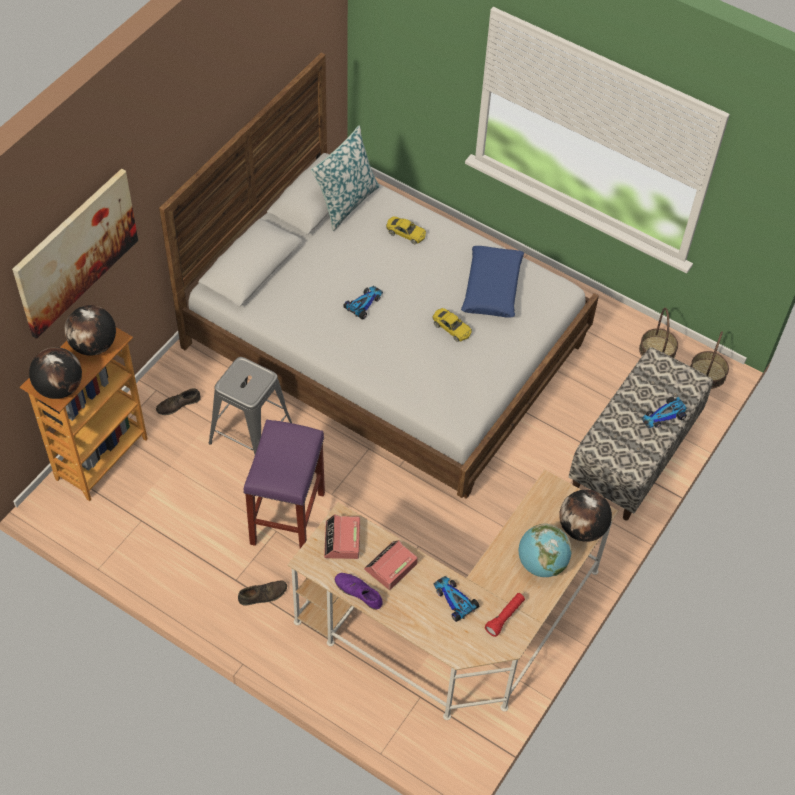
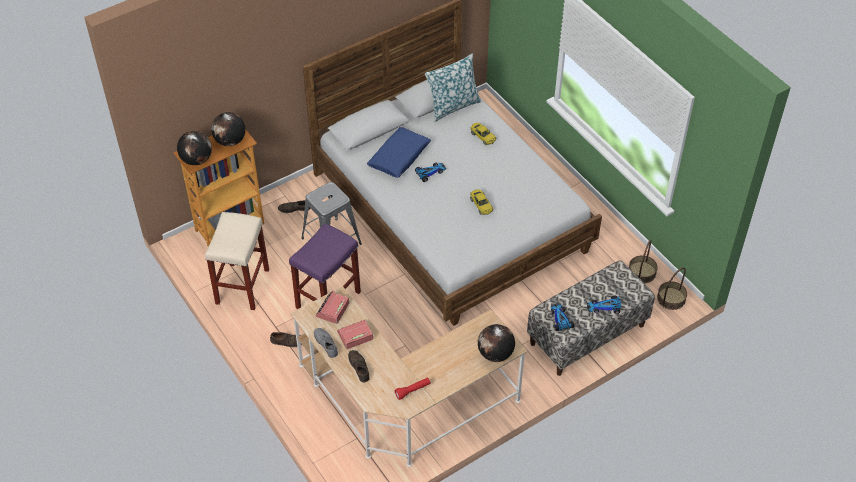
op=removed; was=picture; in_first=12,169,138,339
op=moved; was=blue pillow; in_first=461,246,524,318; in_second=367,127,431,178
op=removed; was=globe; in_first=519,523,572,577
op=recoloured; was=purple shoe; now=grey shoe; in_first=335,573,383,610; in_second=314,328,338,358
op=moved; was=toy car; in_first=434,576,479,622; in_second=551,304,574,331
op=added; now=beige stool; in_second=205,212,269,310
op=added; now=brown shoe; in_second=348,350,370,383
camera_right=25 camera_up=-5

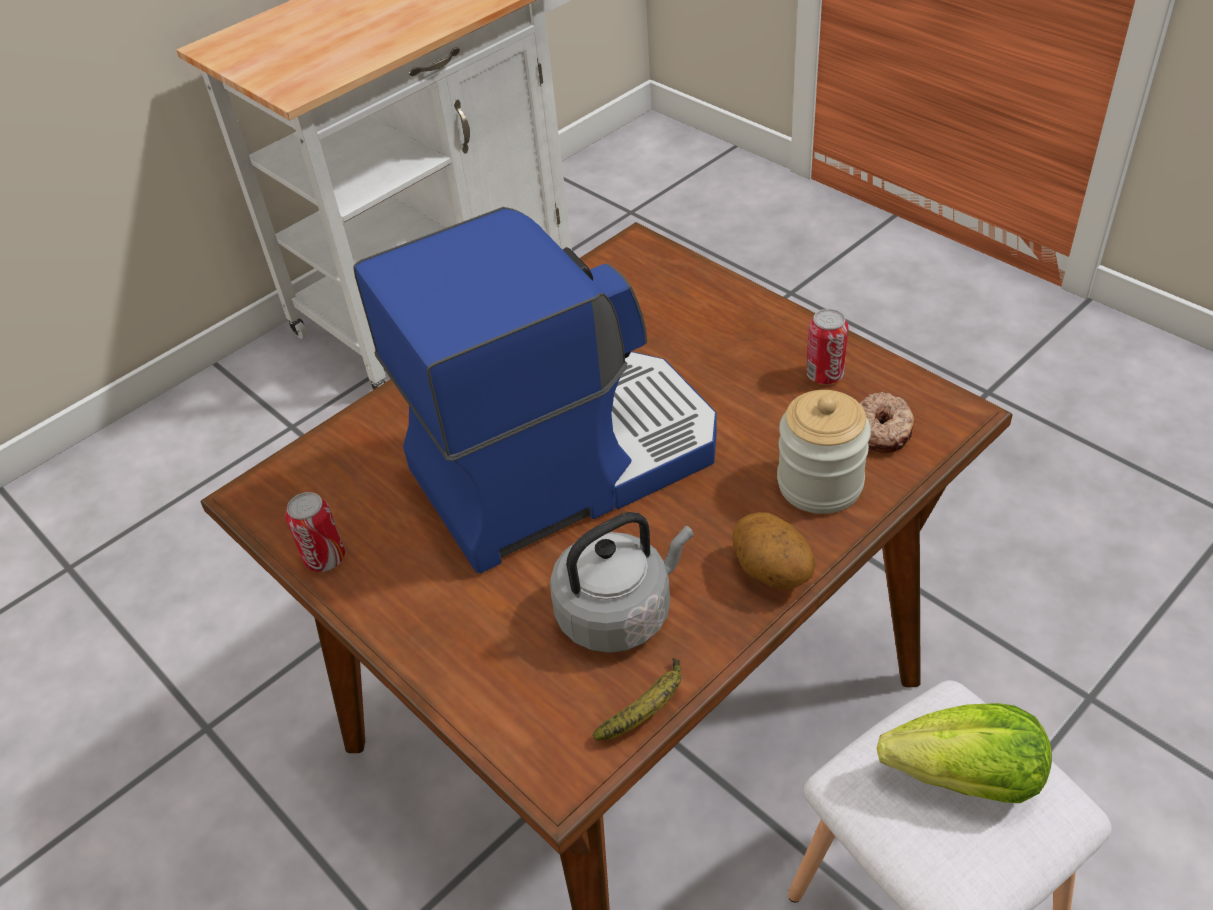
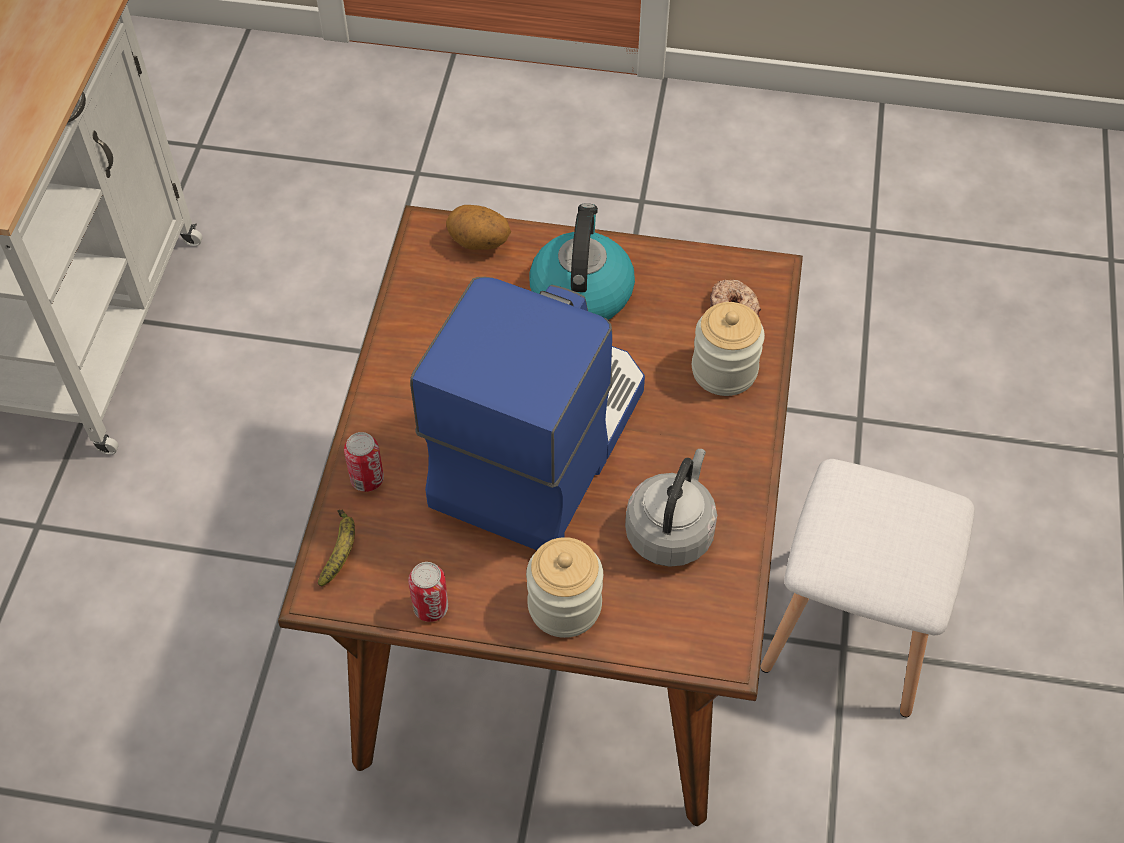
op=moved; was=can; in_first=806,309,849,384; in_second=344,432,384,492
op=moved; was=potato; in_first=732,512,816,590; in_second=446,205,511,250
op=moved; was=banana; in_first=593,658,682,741; in_second=318,510,355,586
op=removed; was=lettuce; in_first=877,703,1052,803
op=added; now=kettle; in_second=529,203,635,320
op=added; now=jar; in_second=526,537,603,638
camera_right=-40 camera_up=10

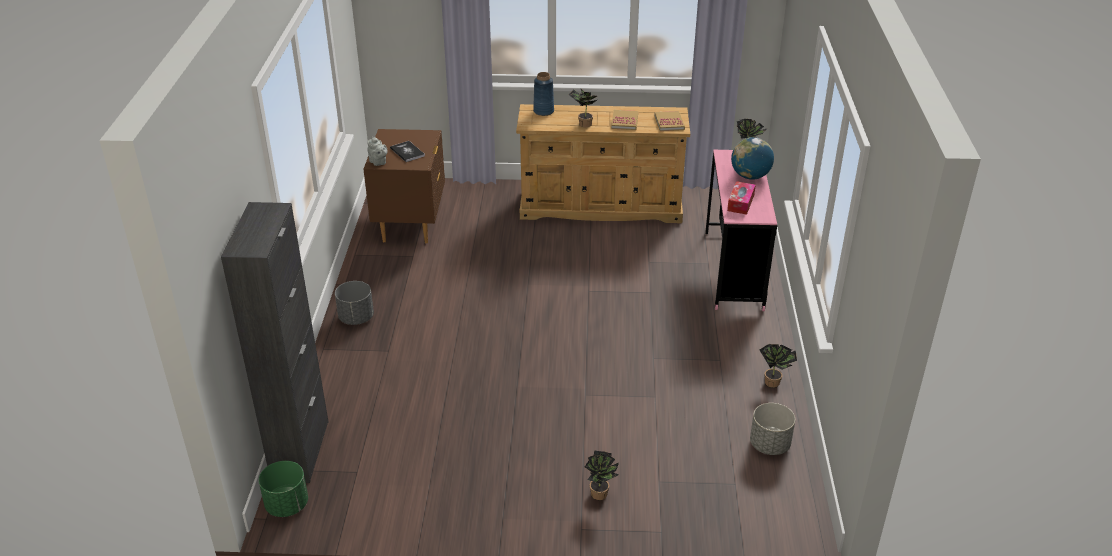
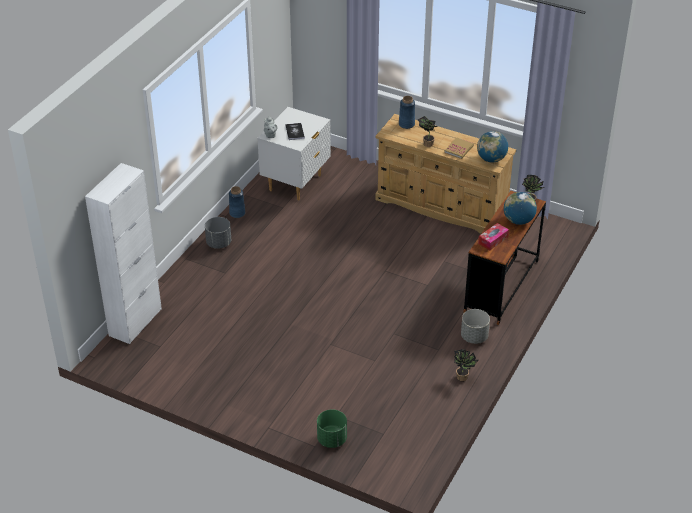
op=replaced; was=book; now=globe; in_first=654,111,685,131; in_second=477,131,508,163
op=recoloured; was=brown nightstand; now=white nightstand; in_first=363,129,445,243; in_second=258,107,331,200
op=recoloured; was=pink desk; now=brown desk; in_first=705,150,777,311; in_second=463,191,546,325
op=recoloured; was=black cabinet; now=white cabinet; in_first=221,202,328,483; in_second=85,163,162,344
op=moved; was=grey planter; in_first=750,403,795,455; in_second=461,309,490,344
op=removed; was=potted plant; in_first=585,450,619,500
op=moved; was=green planter; in_first=259,461,308,517; in_second=317,409,347,448
op=added; now=blue vase; in_second=229,186,245,218
camera_right=25 camera_up=5

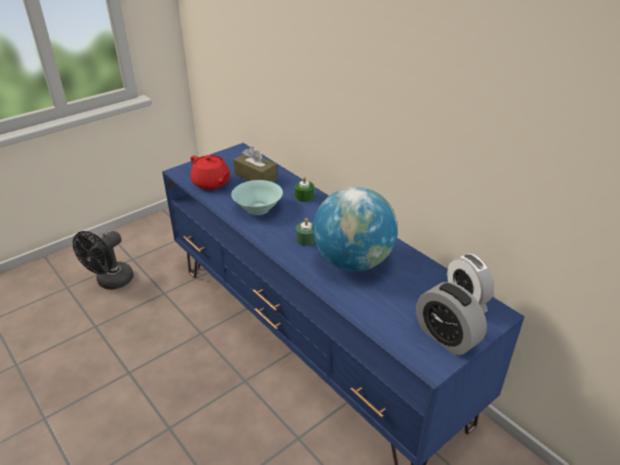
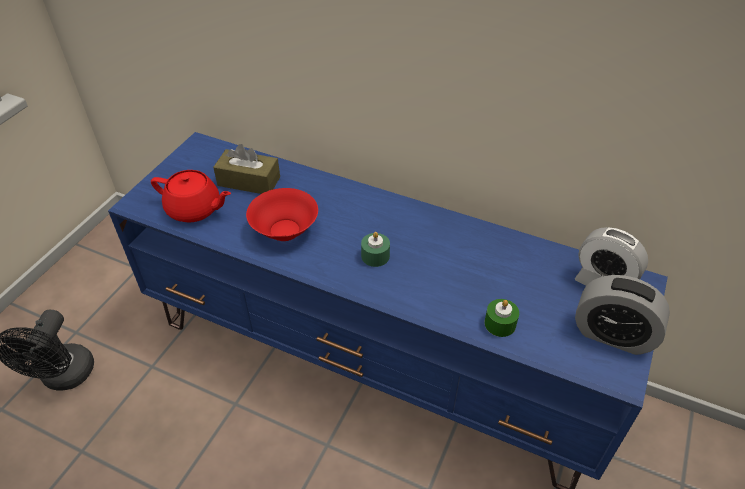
op=moved; was=green candle; in_first=295,177,314,202; in_second=484,299,519,337
op=recoloured; was=turquoise bowl; now=red bowl; in_first=231,180,283,215; in_second=246,188,318,241
op=removed; was=globe; in_first=313,187,398,271
camera_right=-25 camera_up=10

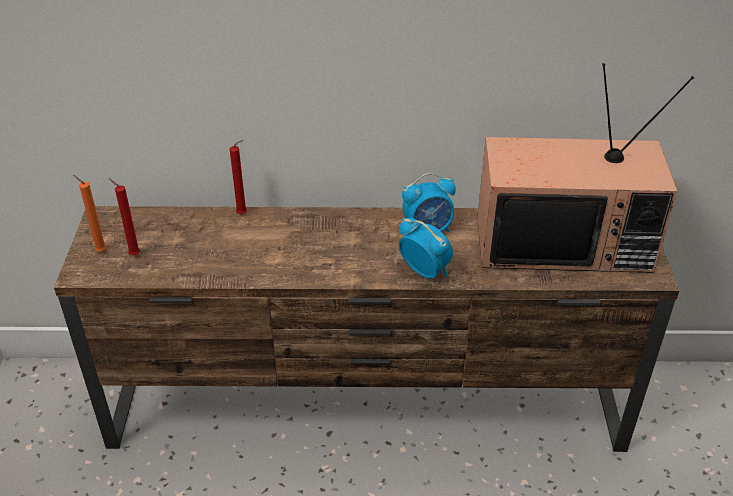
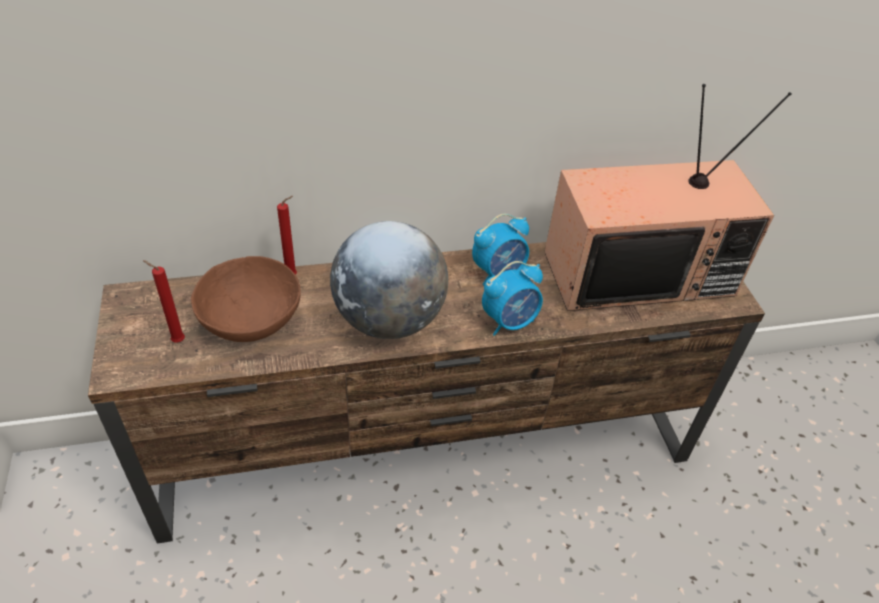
op=removed; was=orange candle; in_first=73,175,107,252
op=turned; was=alarm clock; in_first=399,218,453,279; in_second=482,261,543,336; clockwise=120
op=added; now=globe; in_second=330,221,448,339
op=added; now=brown bowl; in_second=191,256,301,342
camera_right=-15 camera_up=5

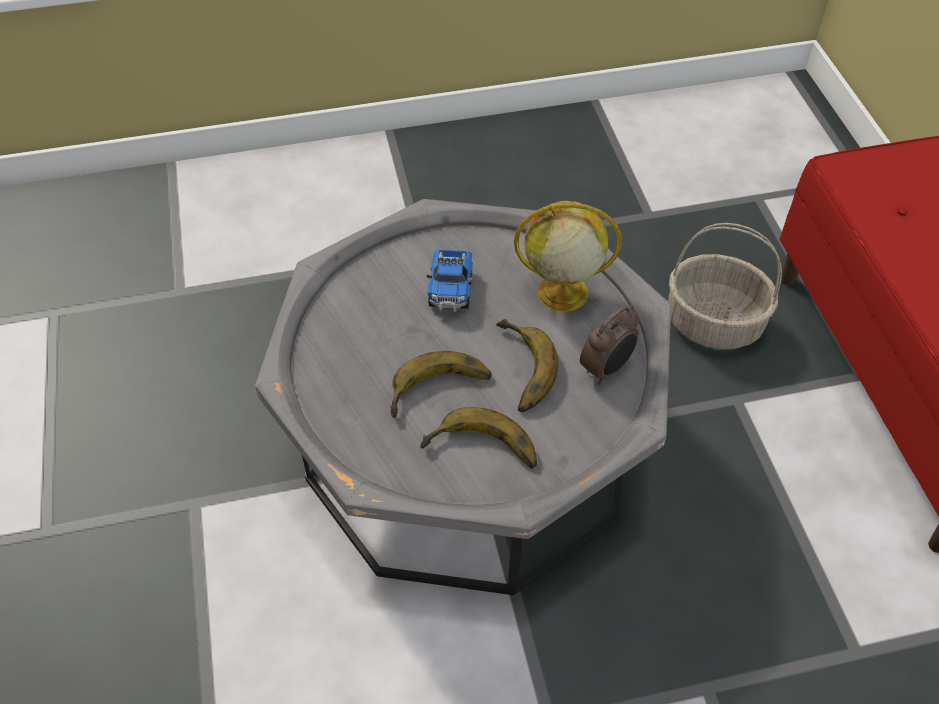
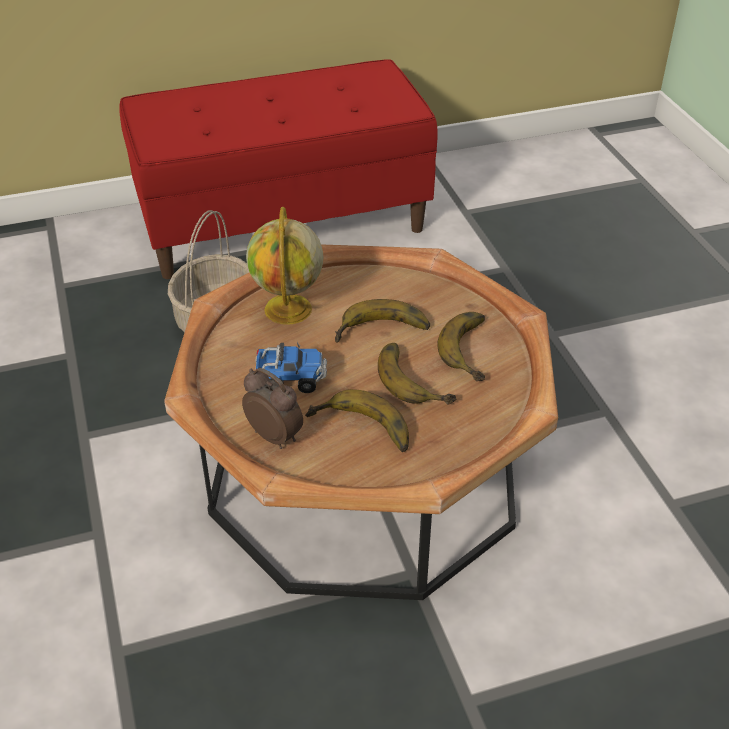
op=recoloured; was=grey coffee table; now=brown coffee table; in_first=255,199,671,595; in_second=164,244,558,600
op=moved; was=alarm clock; in_first=580,305,639,385; in_second=242,368,303,449
op=added; now=banana; in_second=305,389,409,452
camera_right=-95 camera_up=-10

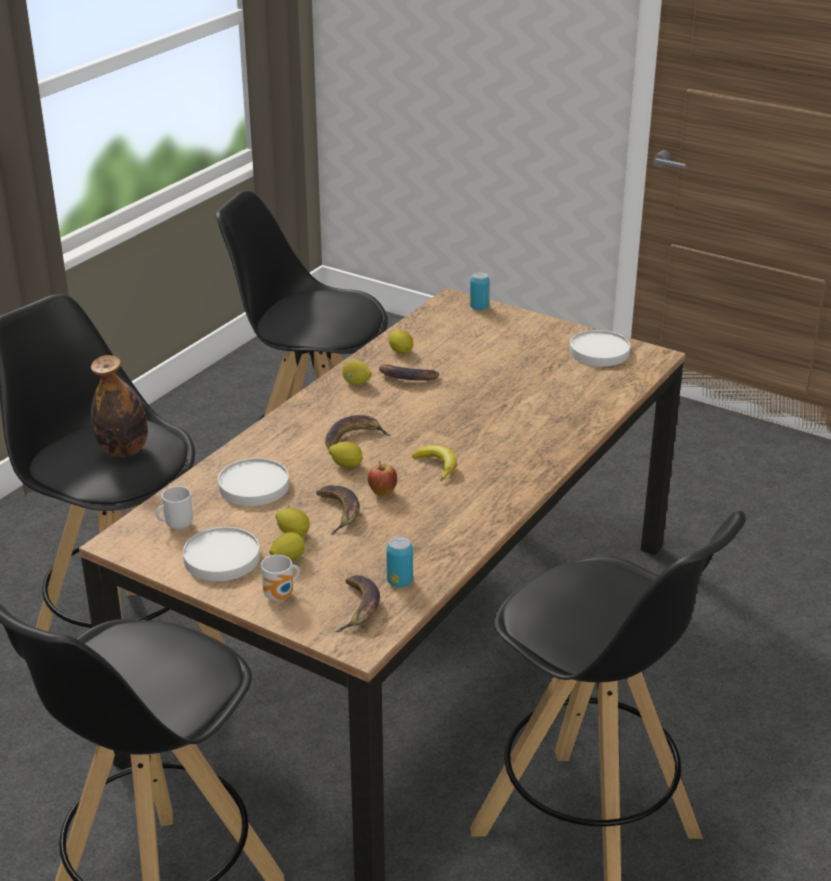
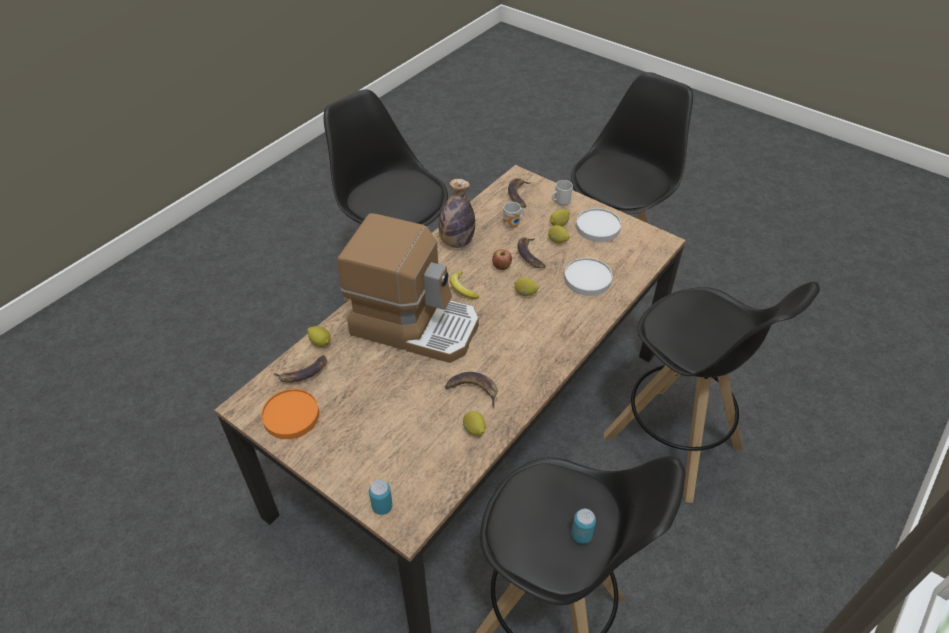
op=recoloured; was=white plate; now=orange plate; in_first=570,330,630,366; in_second=261,389,319,439
op=moved; was=bottle; in_first=91,355,148,458; in_second=438,179,475,248
op=moved; was=lemon; in_first=342,360,372,385; in_second=307,326,331,347
op=moved; was=banana; in_first=325,415,389,449; in_second=273,355,327,383
op=moved; was=mug; in_first=156,486,193,530; in_second=503,202,524,228
op=moved; was=can; in_first=386,537,413,587; in_second=571,509,596,544
op=added; now=coffee machine; in_second=337,213,479,363
camera_right=-175 camera_up=15

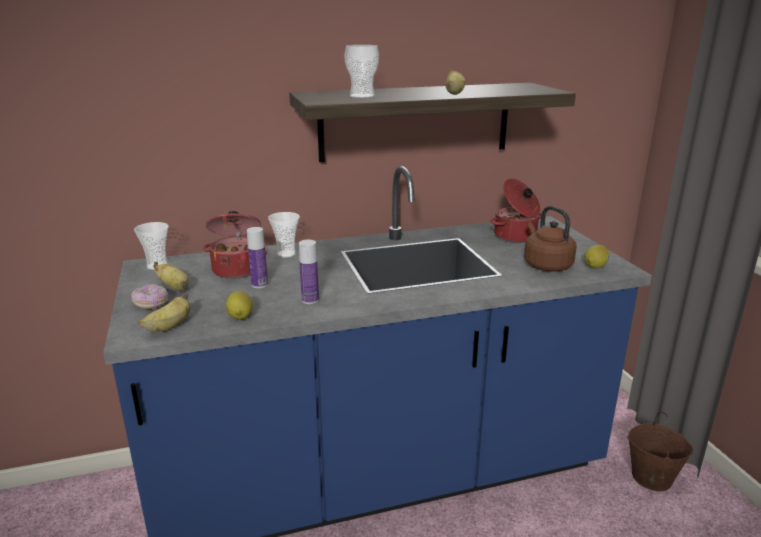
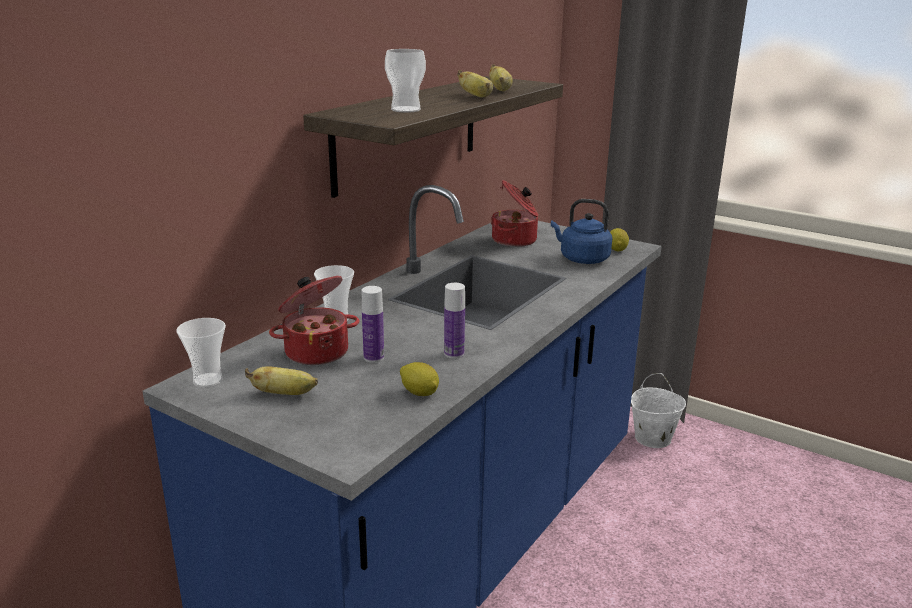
op=recoloured; was=brown kettle; now=blue kettle; in_first=524,206,577,272; in_second=551,199,612,264
op=removed; was=donut; in_first=131,284,168,309
op=moved; was=banana; in_first=138,293,190,332; in_second=489,65,513,91
op=recoloured; was=brown bucket; now=white bucket; in_first=628,412,693,491; in_second=631,373,686,448
camera_right=-40 camera_up=0

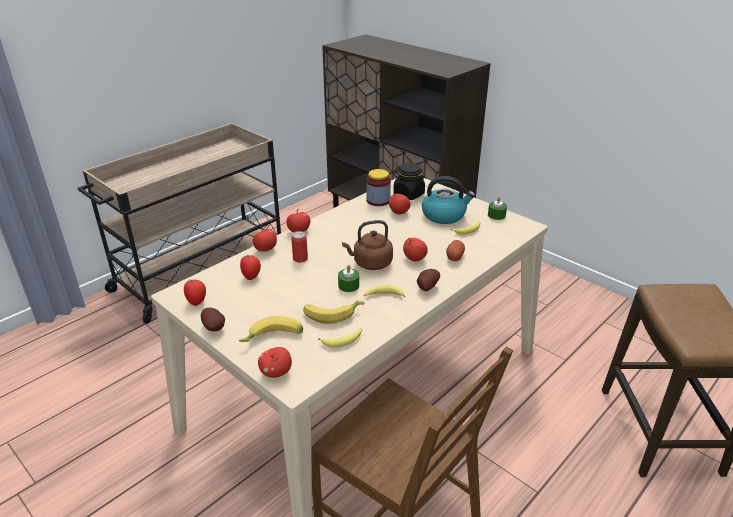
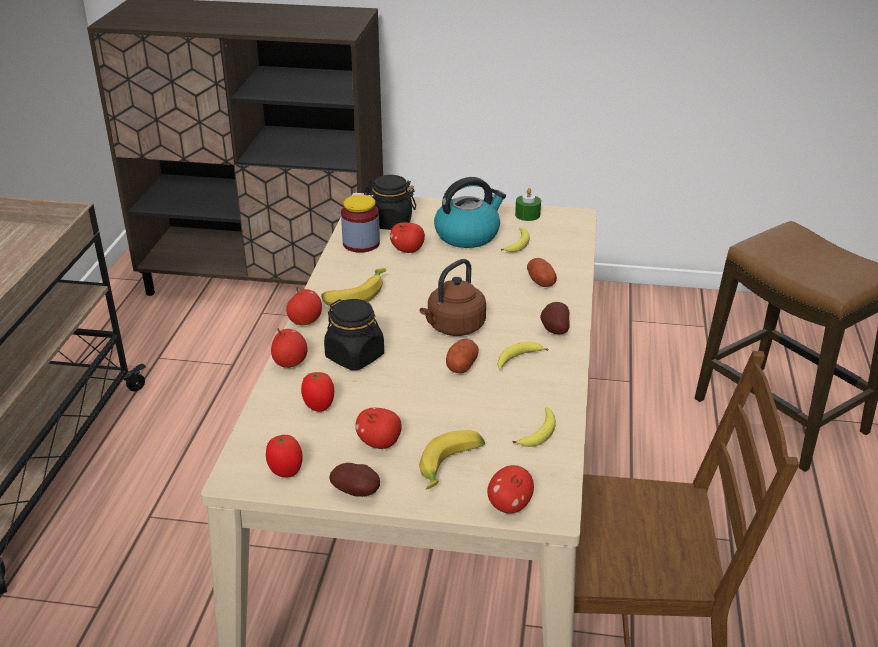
op=replaced; was=can; now=black jar; in_first=291,231,308,263; in_second=324,299,384,370
op=moved; was=apple; in_first=403,237,428,261; in_second=355,408,402,449
op=replaced; was=green candle; now=potato; in_first=338,265,359,292; in_second=446,338,479,374
op=moved; was=banana; in_first=303,301,365,324; in_second=322,268,386,306
camera_right=-35 camera_up=0

